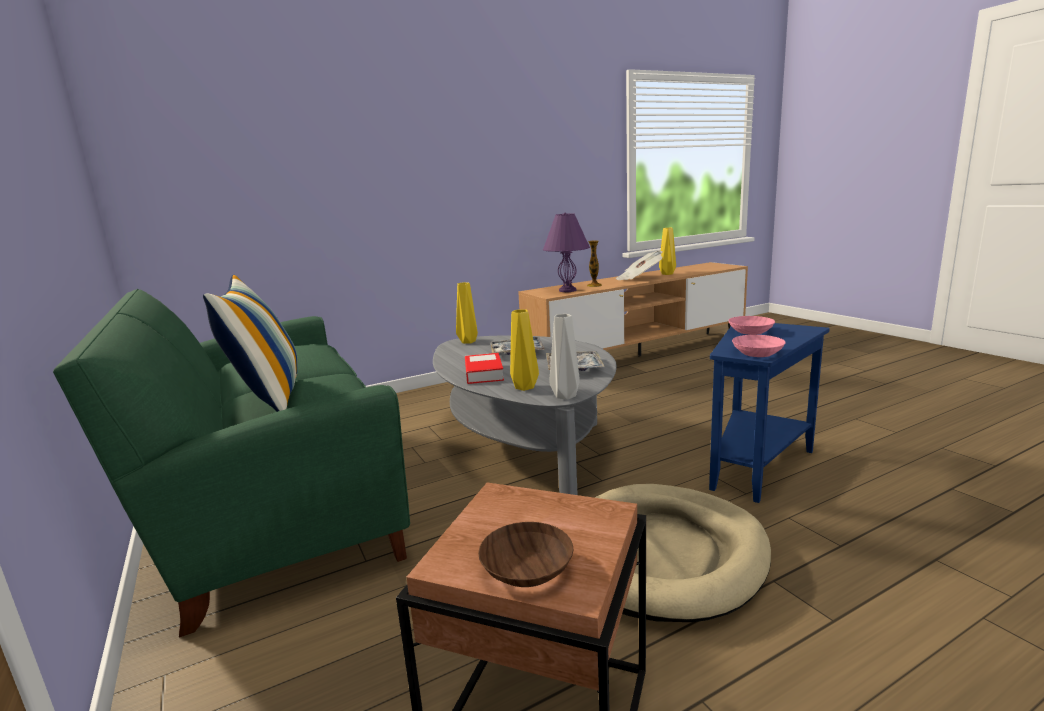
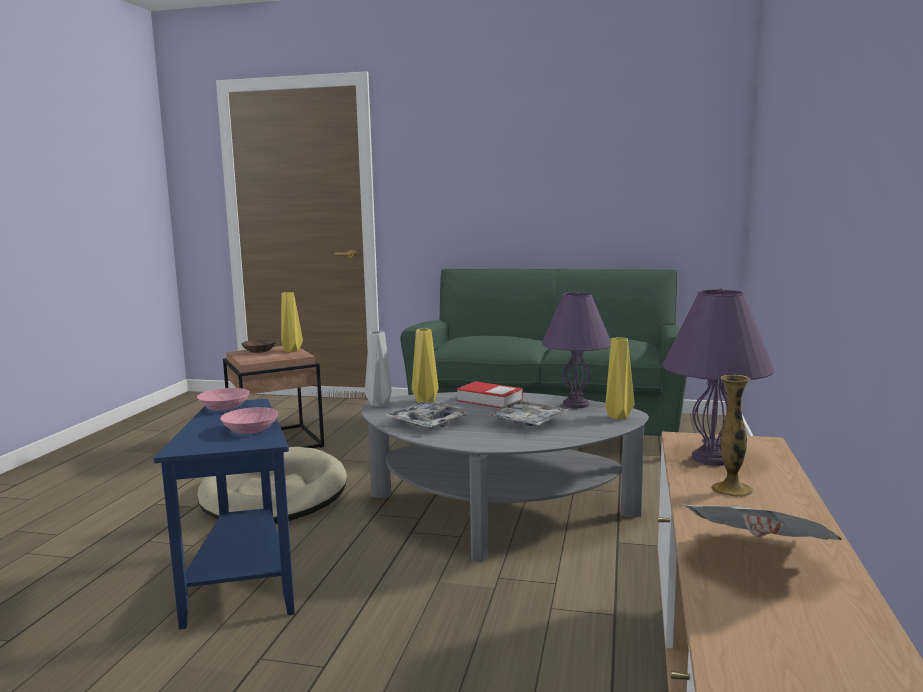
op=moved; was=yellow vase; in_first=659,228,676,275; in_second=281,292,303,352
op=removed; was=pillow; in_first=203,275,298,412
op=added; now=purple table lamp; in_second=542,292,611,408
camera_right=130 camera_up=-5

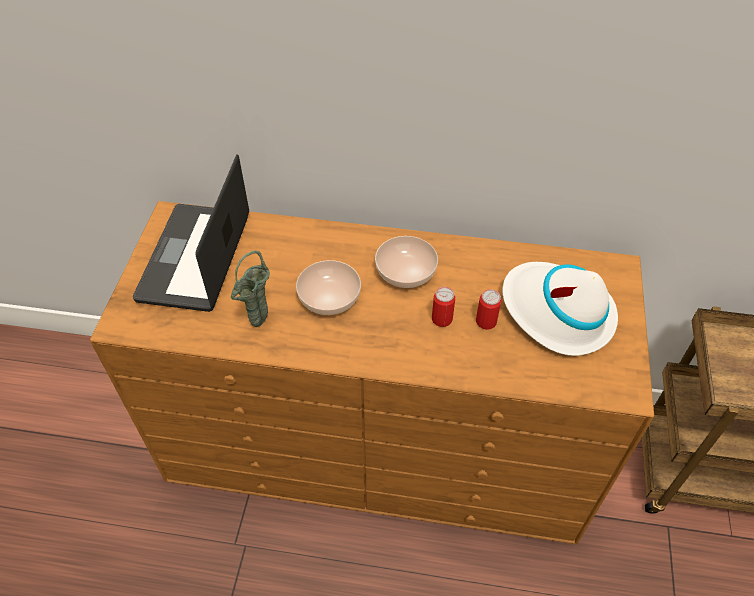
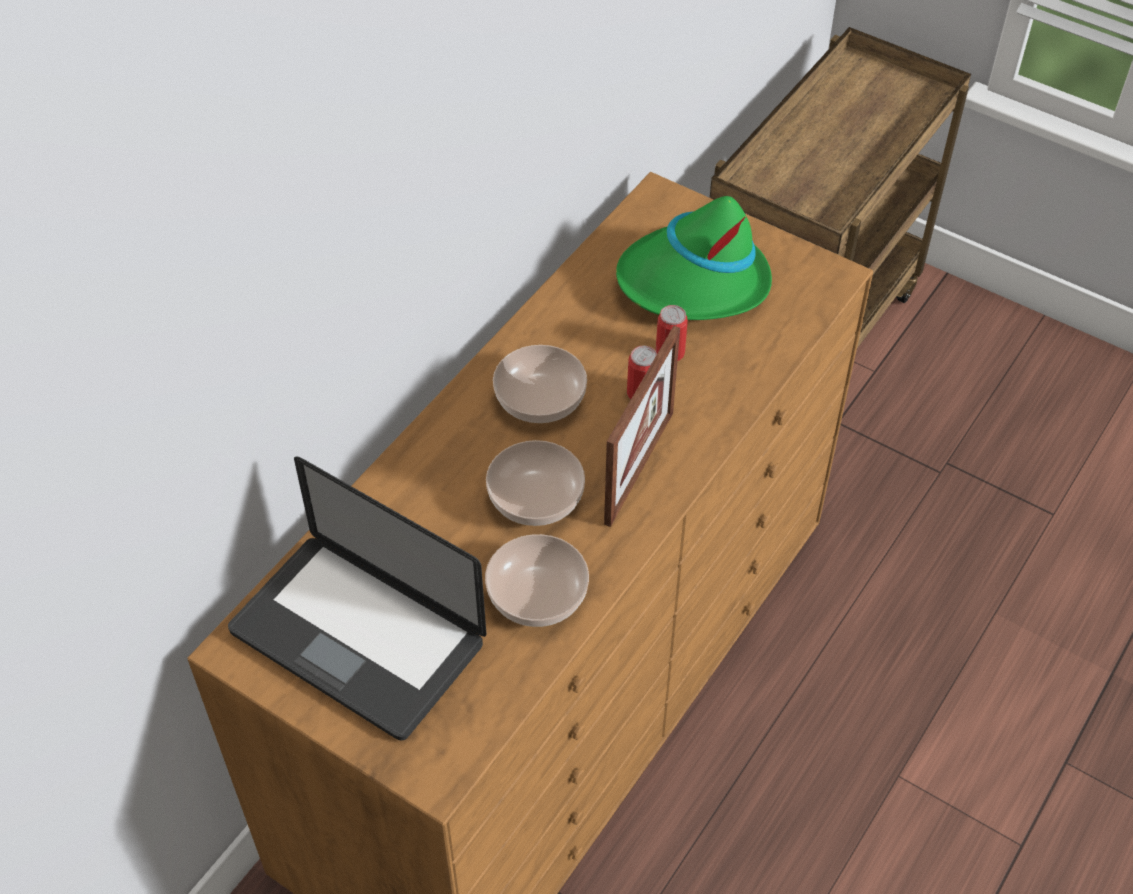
op=replaced; was=green vase; now=bowl; in_first=231,251,270,327; in_second=485,534,589,627
op=recoloured; was=white hat; now=green hat; in_first=502,262,618,356; in_second=616,196,772,320
op=added; now=picture frame; in_second=604,326,680,527
camera_right=-65 camera_up=0

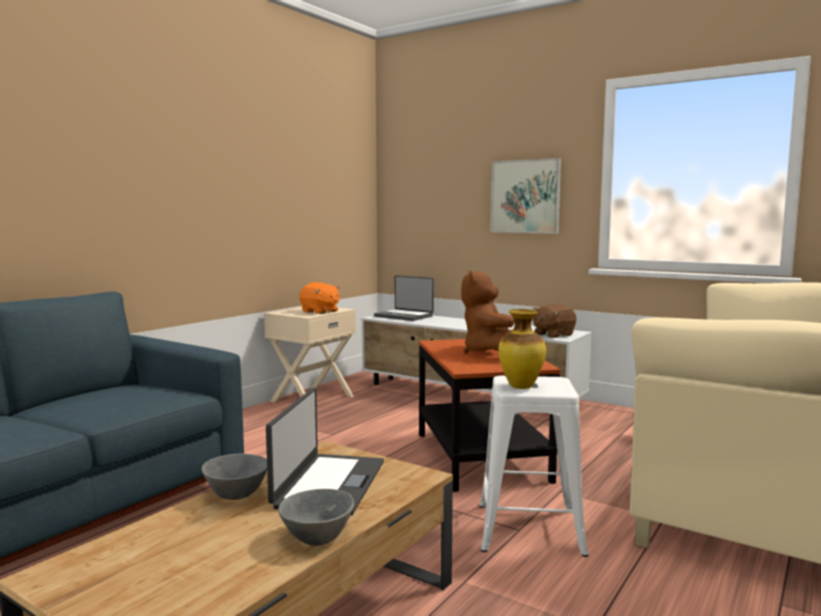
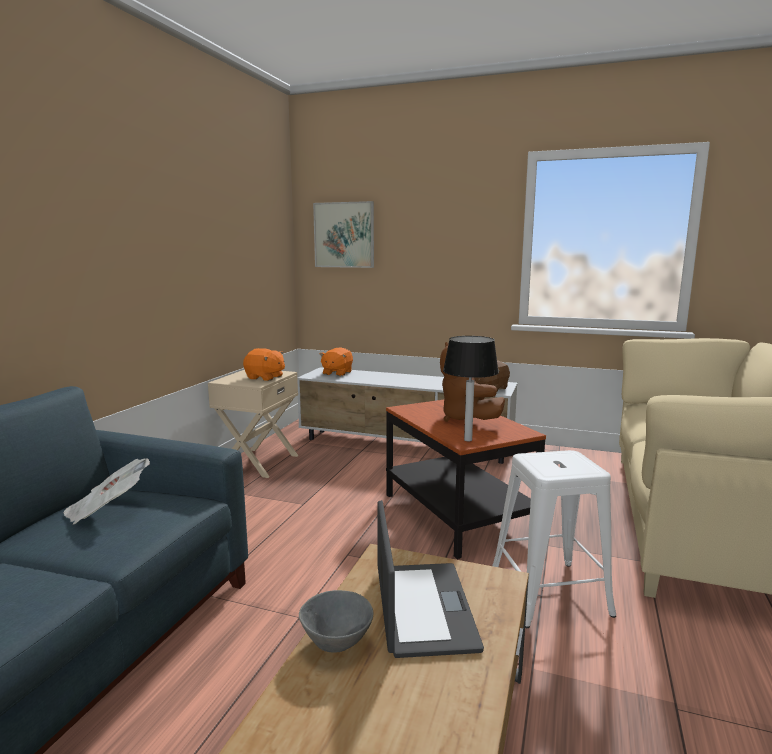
op=moved; was=picture; in_first=491,158,561,233; in_second=313,201,374,268
op=replaced; was=laptop; now=orange plush toy; in_first=374,275,434,321; in_second=320,347,353,376
op=removed; was=vase; in_first=498,309,546,389
op=removed; was=grey bowl; in_first=278,489,354,546
op=added; now=table lamp; in_second=443,336,499,441
op=added; now=newspaper; in_second=63,458,150,525
camera_right=-15 camera_up=5

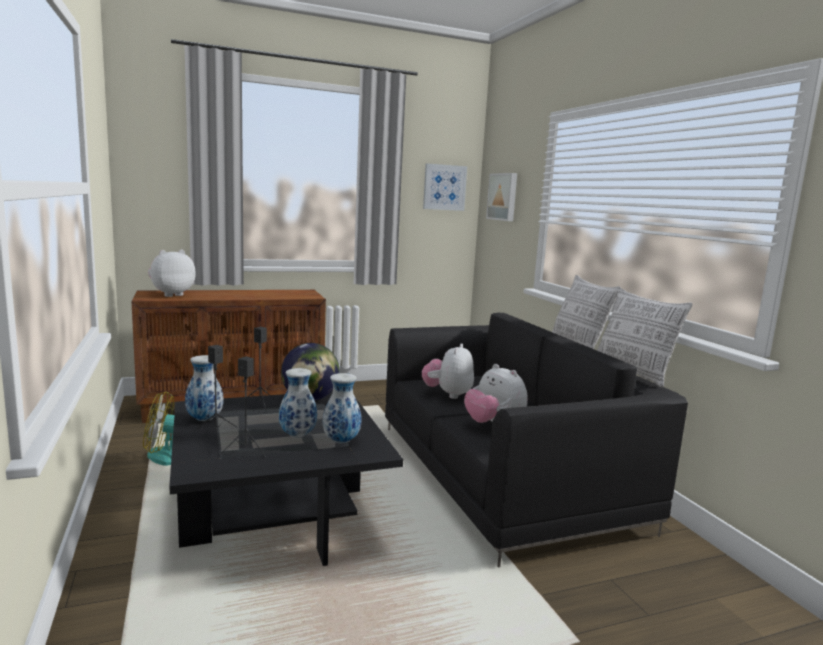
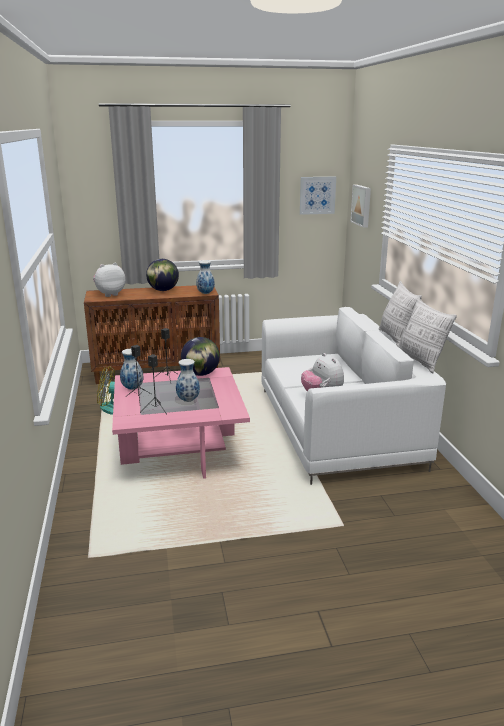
op=recoloured; was=black sofa; now=white sofa; in_first=385,313,688,568; in_second=262,307,446,485
op=removed; was=plush toy; in_first=422,343,474,399
op=moved; was=vase; in_first=323,373,361,443; in_second=196,261,215,294
op=recoloured; was=black coffee table; now=pink coffee table; in_first=169,391,403,566; in_second=112,367,250,479
op=added; now=globe; in_second=146,259,179,291
camera_right=10 camera_up=10

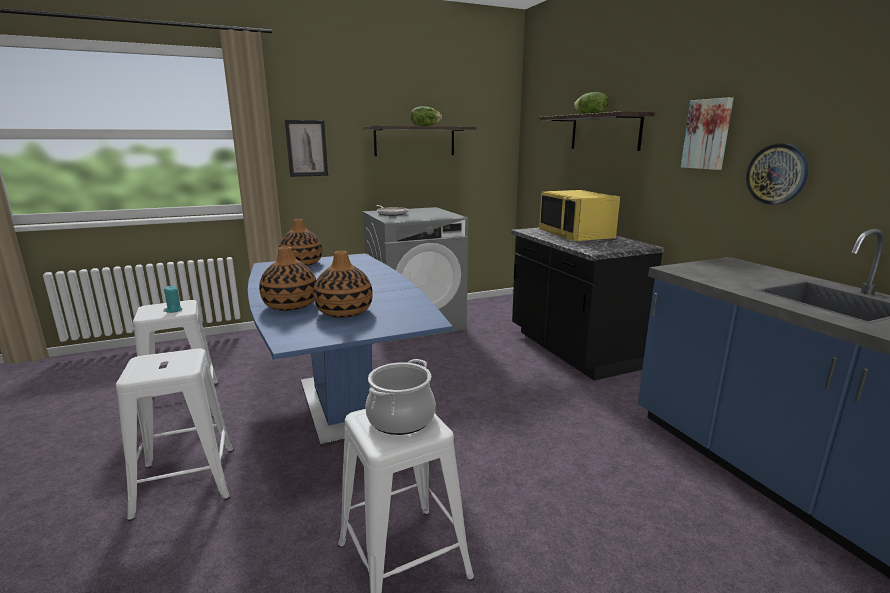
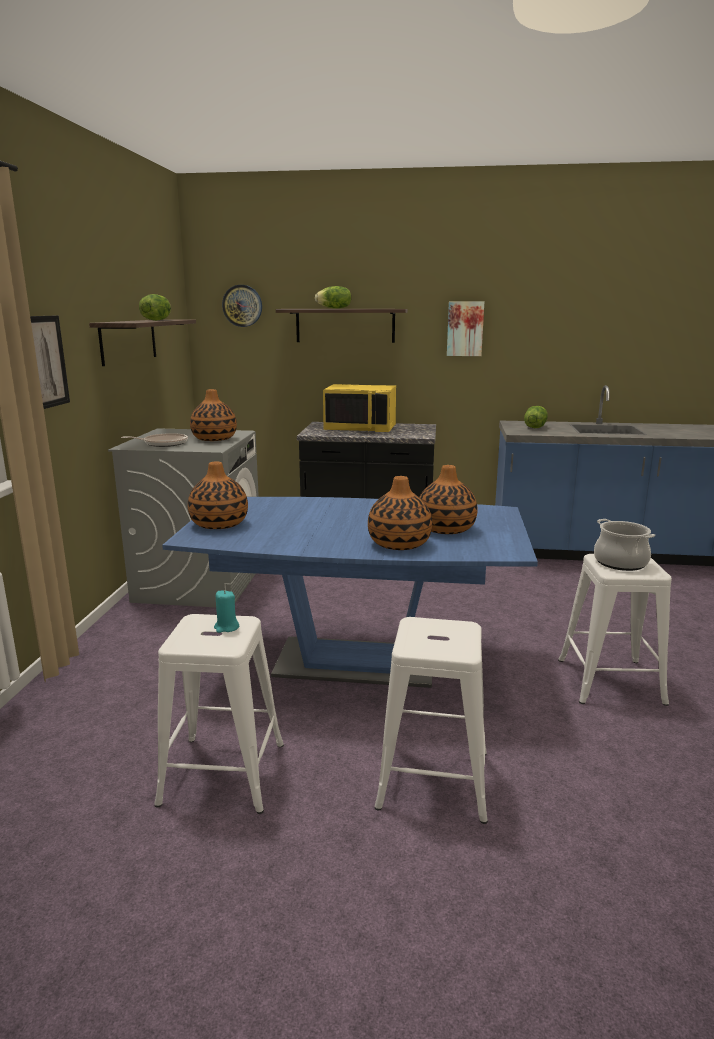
op=moved; was=wall clock; in_first=746,143,809,205; in_second=222,285,262,327
op=added; now=vase; in_second=190,389,237,441
op=added; now=lettuce; in_second=524,406,548,428
camera_right=-60 camera_up=0

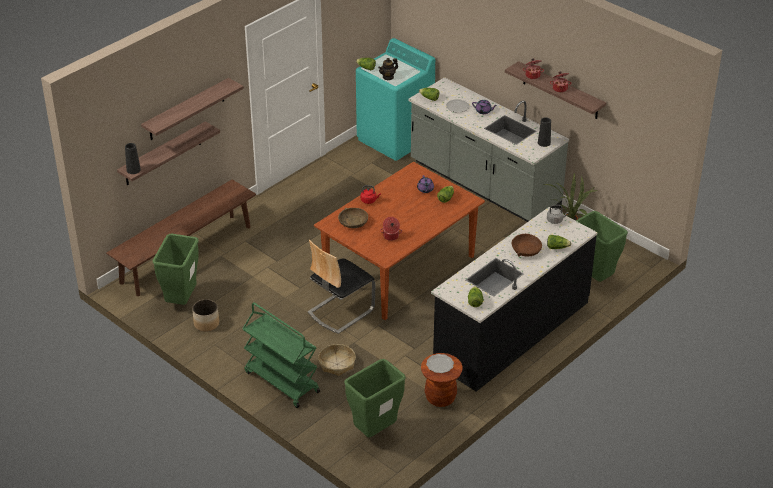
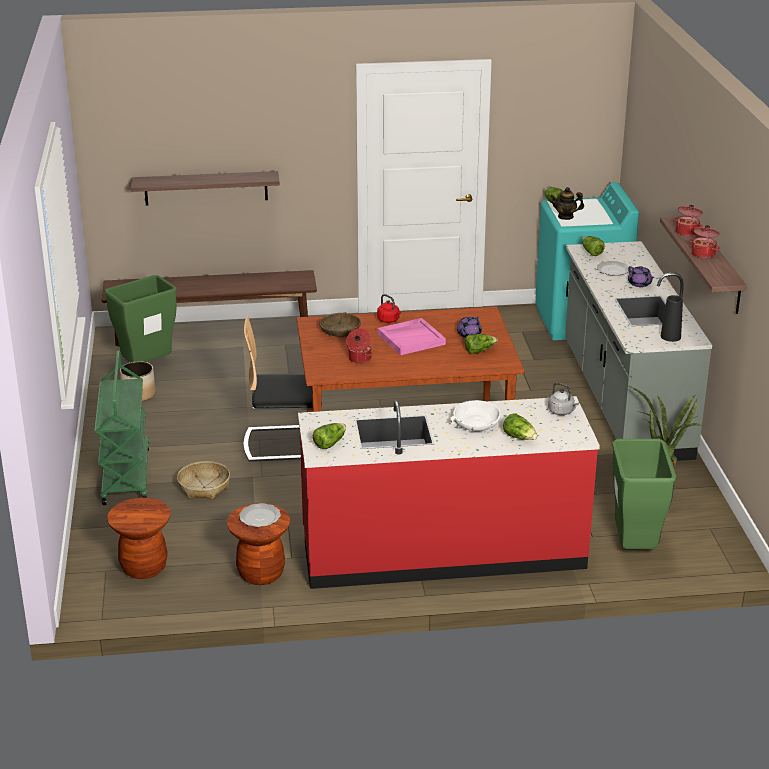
op=removed; was=shelf; in_first=141,78,244,140
op=removed; was=black vase; in_first=125,143,141,174
op=recoloured; was=black counter; now=red counter; in_first=431,207,598,392; in_second=298,396,600,589
op=recoloured; was=brown bowl; now=white bowl; in_first=512,234,542,257; in_second=450,400,501,431
op=replaced; was=green trash can; now=brown stool; in_first=344,359,406,437; in_second=107,498,170,579
op=added; now=pink tray; in_second=377,318,446,355
camera_right=40 camera_up=-10

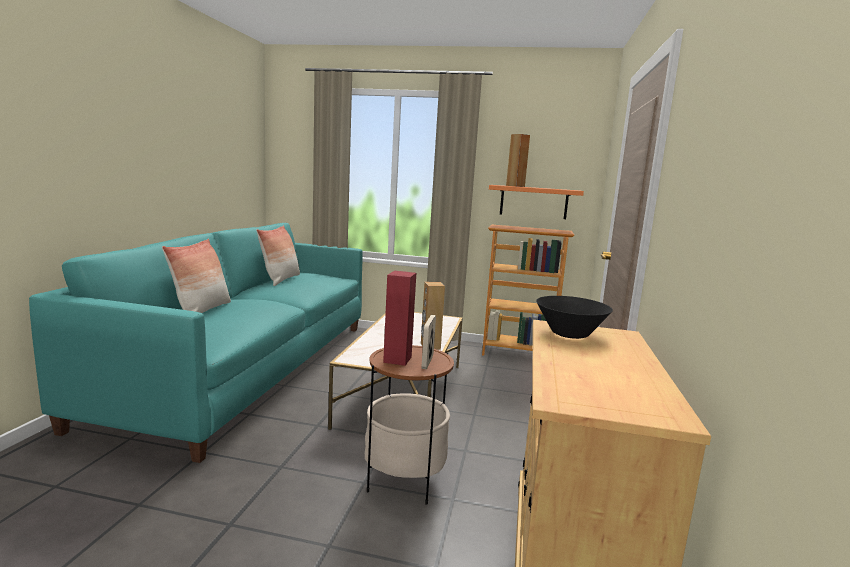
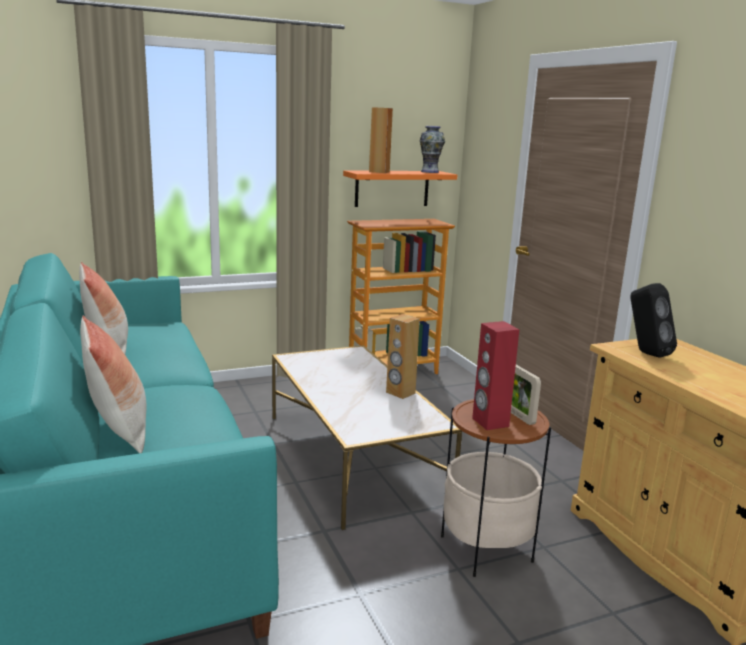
op=replaced; was=black bowl; now=black speaker; in_first=536,296,613,339; in_second=630,283,677,358
op=added; now=vase; in_second=419,126,445,173
camera_right=-35 camera_up=5

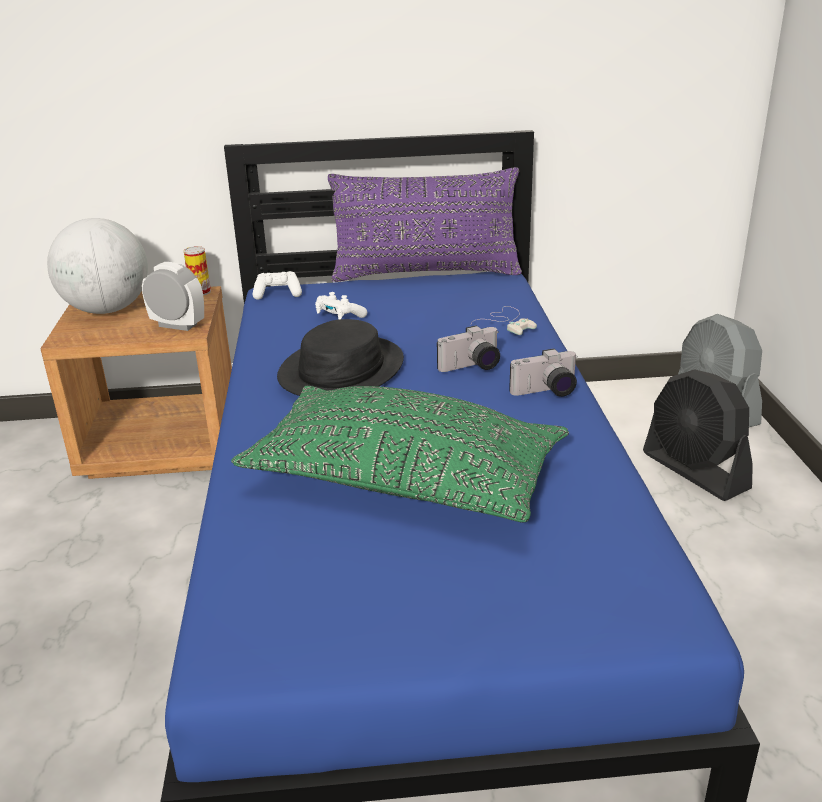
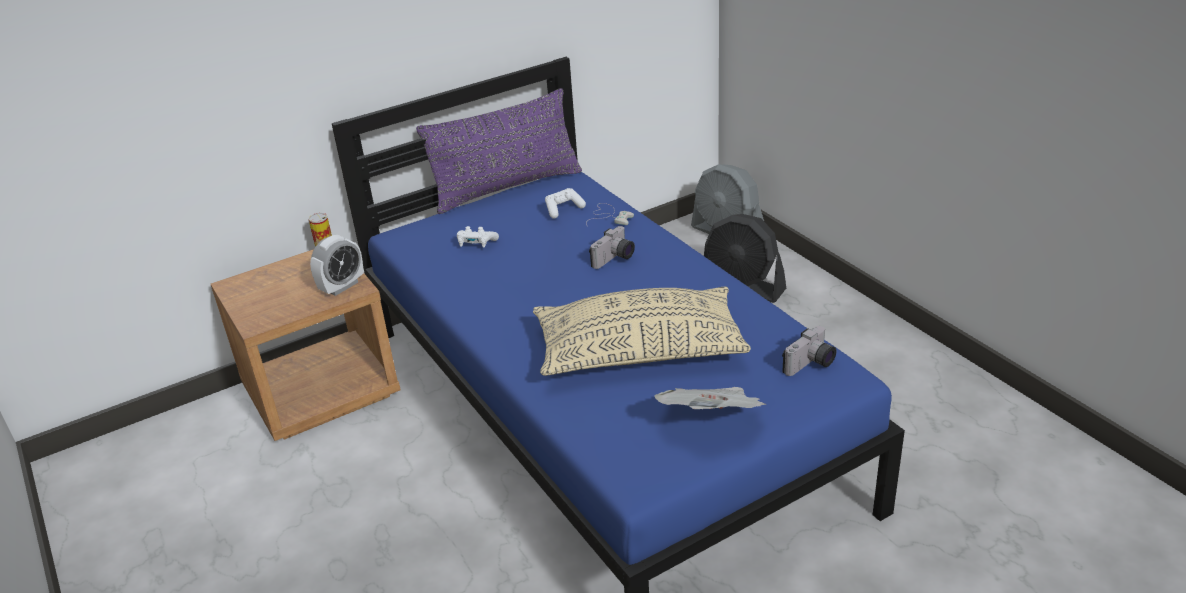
op=removed; was=globe; in_first=47,218,148,314
op=turned; was=alarm clock; in_first=142,262,204,331; in_second=310,235,363,296; clockwise=135
op=moved; was=white game controller; in_first=252,271,302,300; in_second=545,188,586,219
op=removed; was=black hat; in_first=277,319,404,396
op=moved; was=photo camera; in_first=509,349,578,397; in_second=782,326,836,376
op=recoloured; was=green pillow; now=beige pillow; in_first=231,386,569,523; in_second=533,287,751,376
op=added; now=newspaper; in_second=654,387,767,409
camera_right=-25 camera_up=5

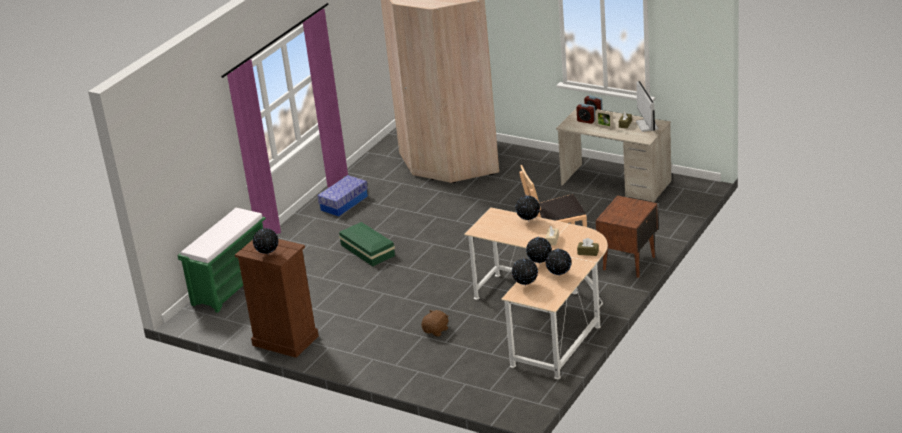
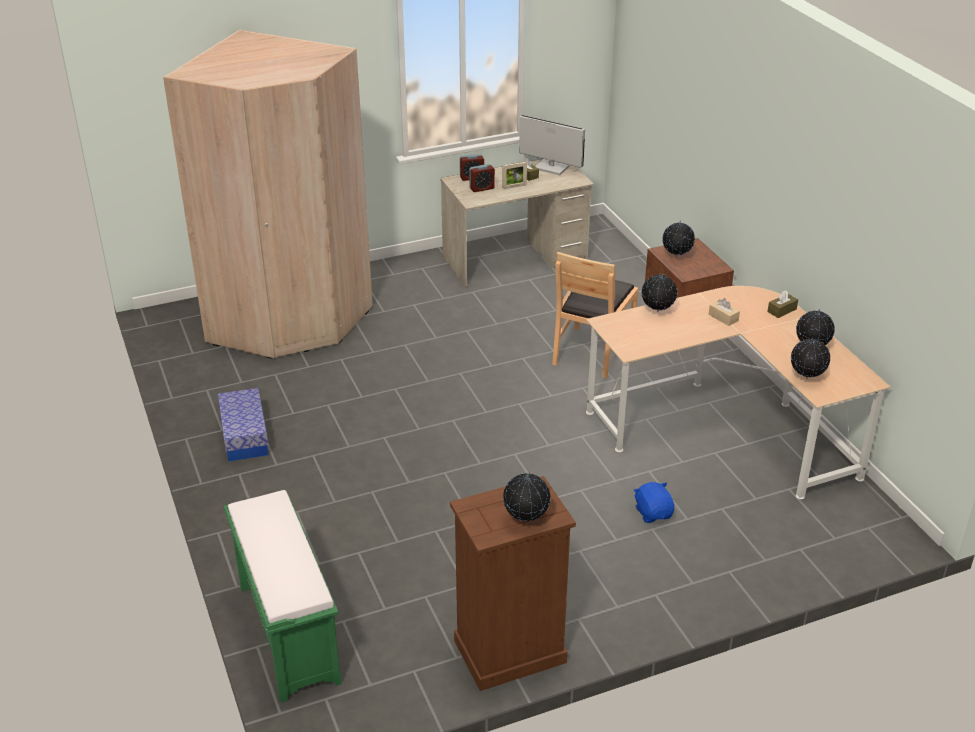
op=removed; was=green storage box; in_first=339,222,395,266
op=moved; was=globe; in_first=526,237,552,263; in_second=662,220,695,257
op=recoloured; was=brown plush toy; now=blue plush toy; in_first=421,310,449,337; in_second=634,482,674,523
camera_right=-55 camera_up=5

